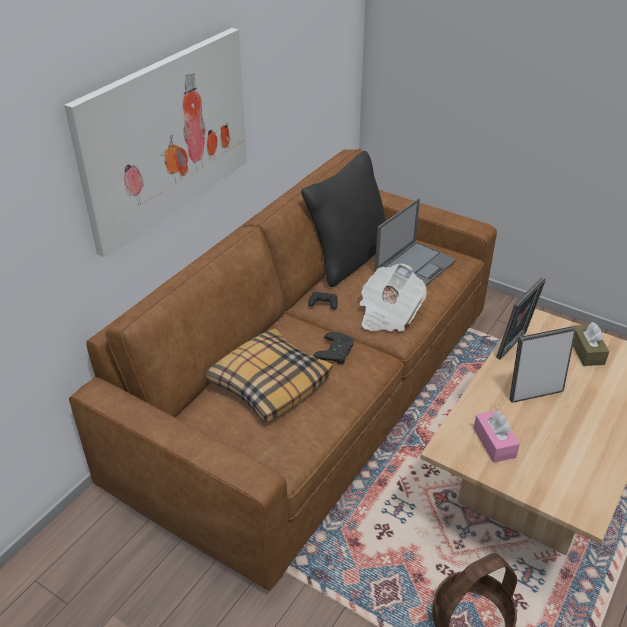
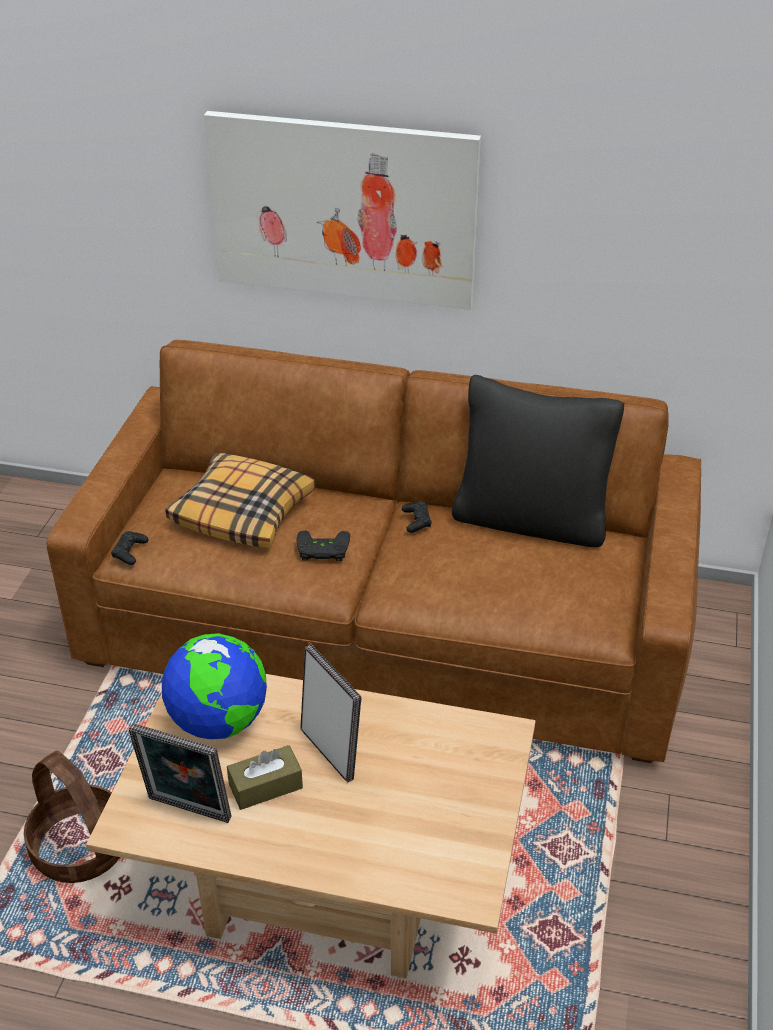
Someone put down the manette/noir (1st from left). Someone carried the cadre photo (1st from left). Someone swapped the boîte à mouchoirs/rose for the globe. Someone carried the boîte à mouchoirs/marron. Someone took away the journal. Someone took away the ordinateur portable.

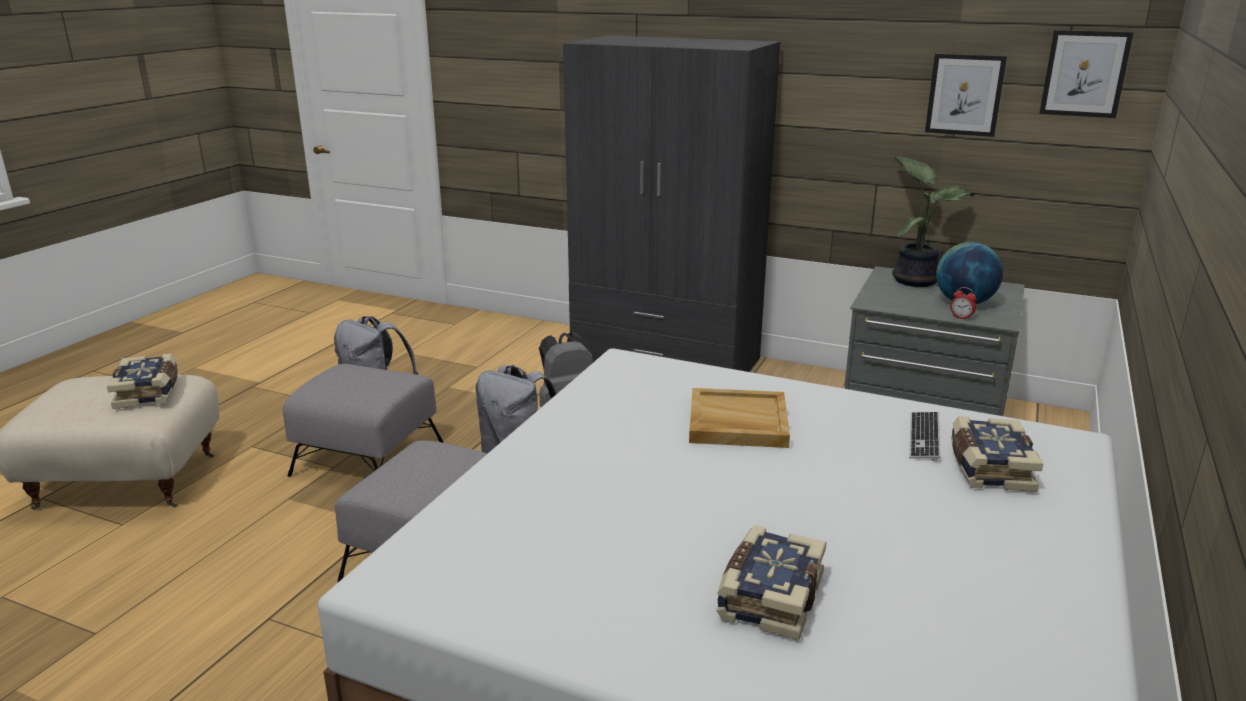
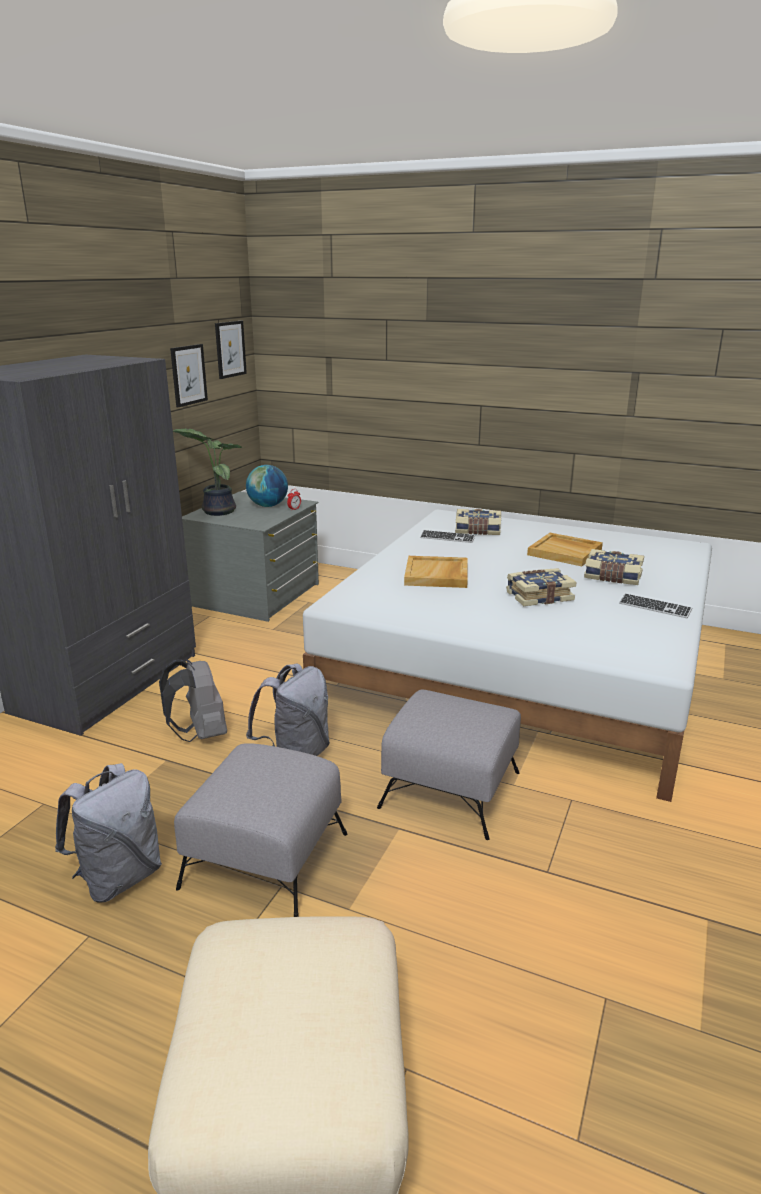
Someone carried the livre (1st from left in the first image). Someone put down the plateau/beige (2nd from left). Someone put down the clavier (2nd from left).

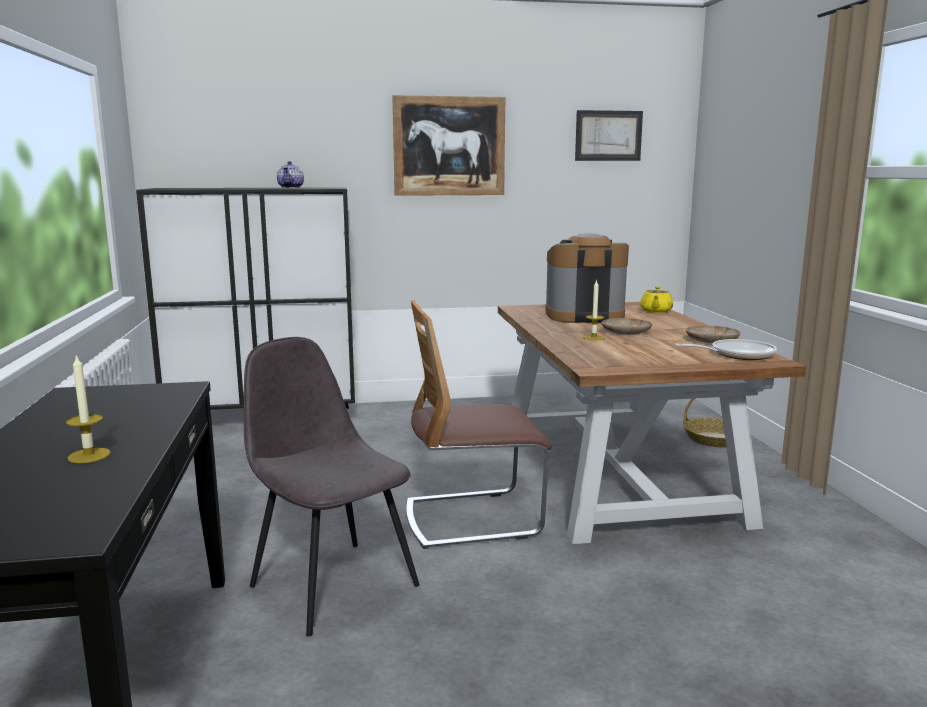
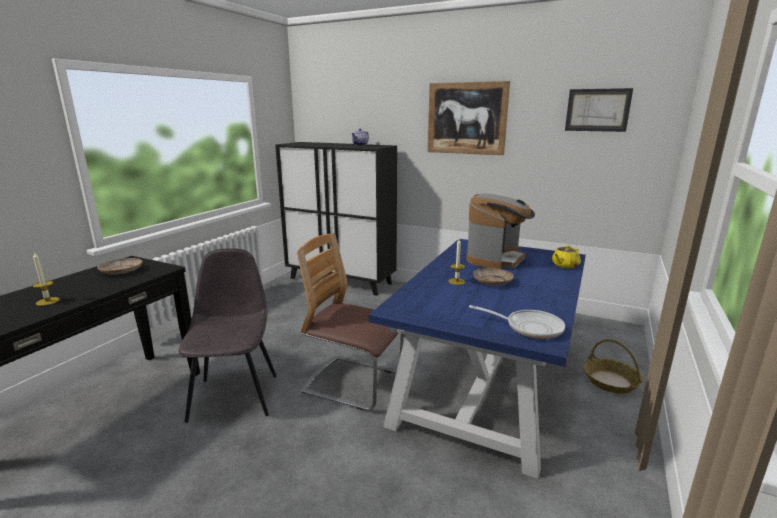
Someone carried the assiette/beige (2nd from left in the first image). Someone repainted the table à manger/marron, which became the table à manger/bleu. Someone rotated the machine à café by 90 degrees clockwise.

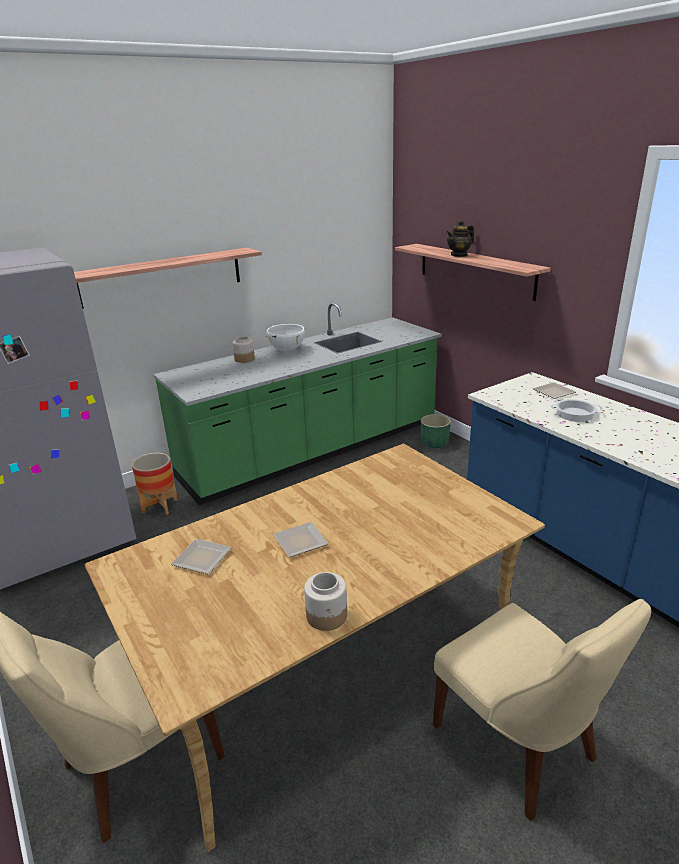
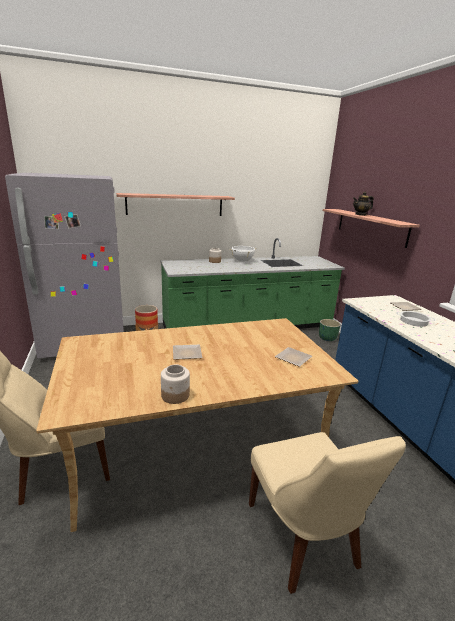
Someone carried the assiette (1st from left in the first image).

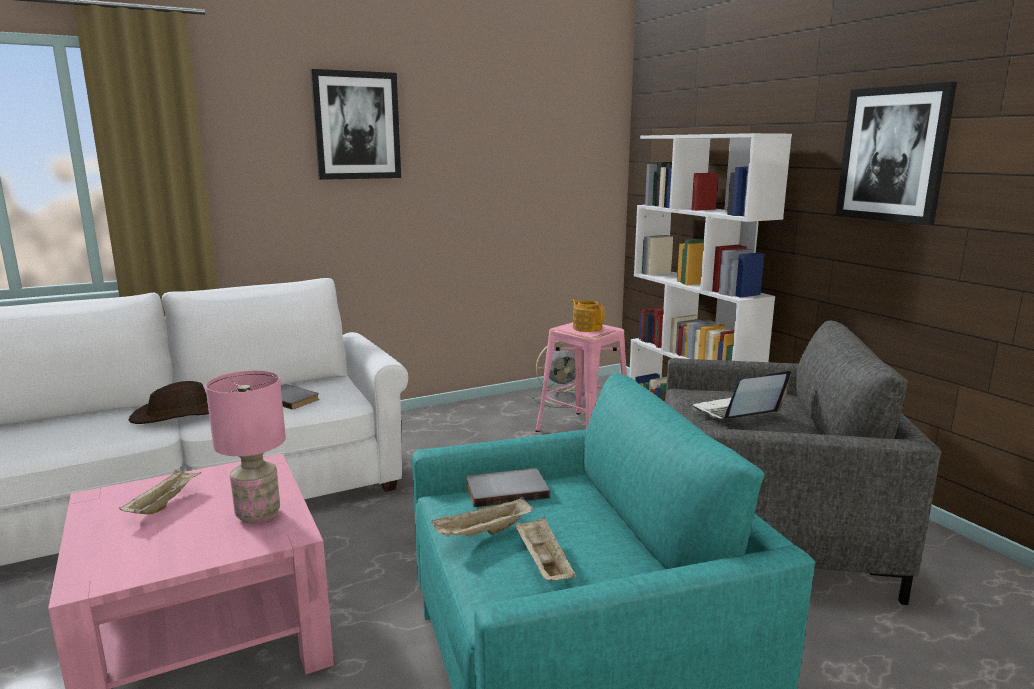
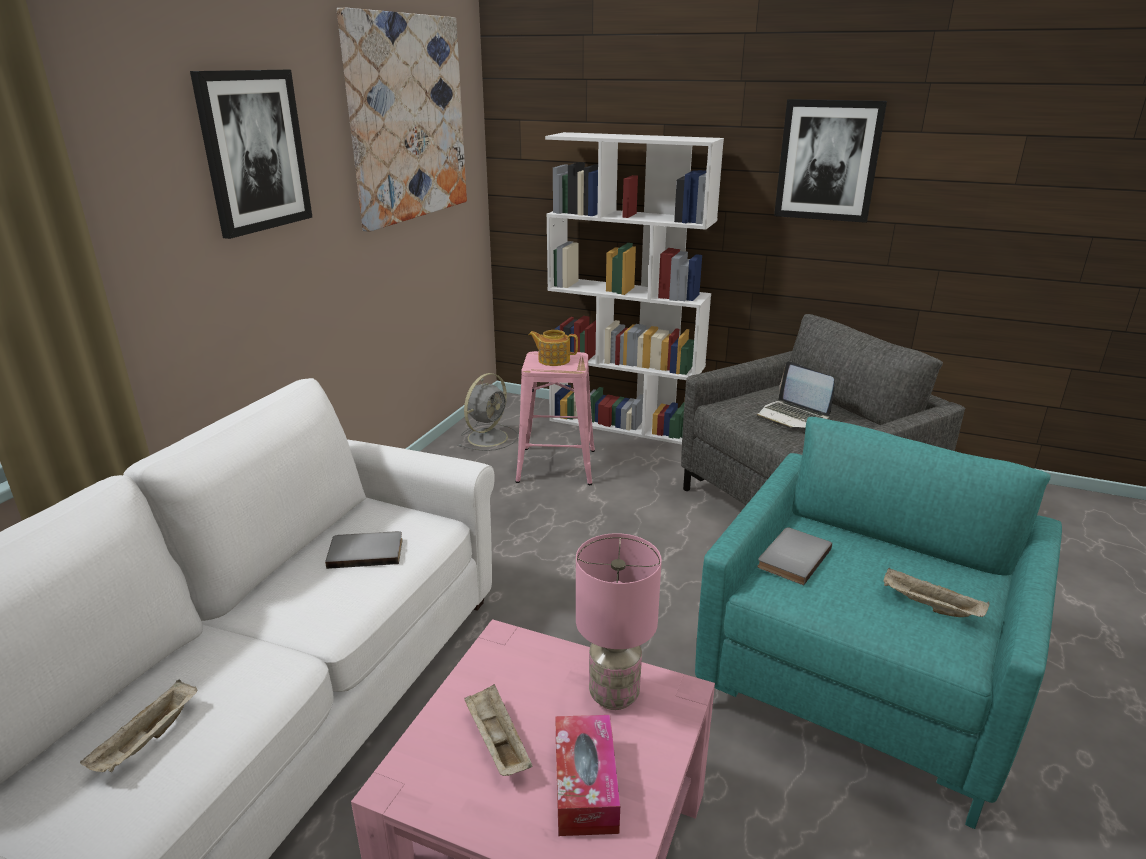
Someone carried the plateau/beige (2nd from left in the first image). Someone put up the tableau (2nd from left). Someone put down the boîte à mouchoirs. Someone rotated the ordinateur portable by 60 degrees counterclockwise. Someone took away the chapeau/marron.

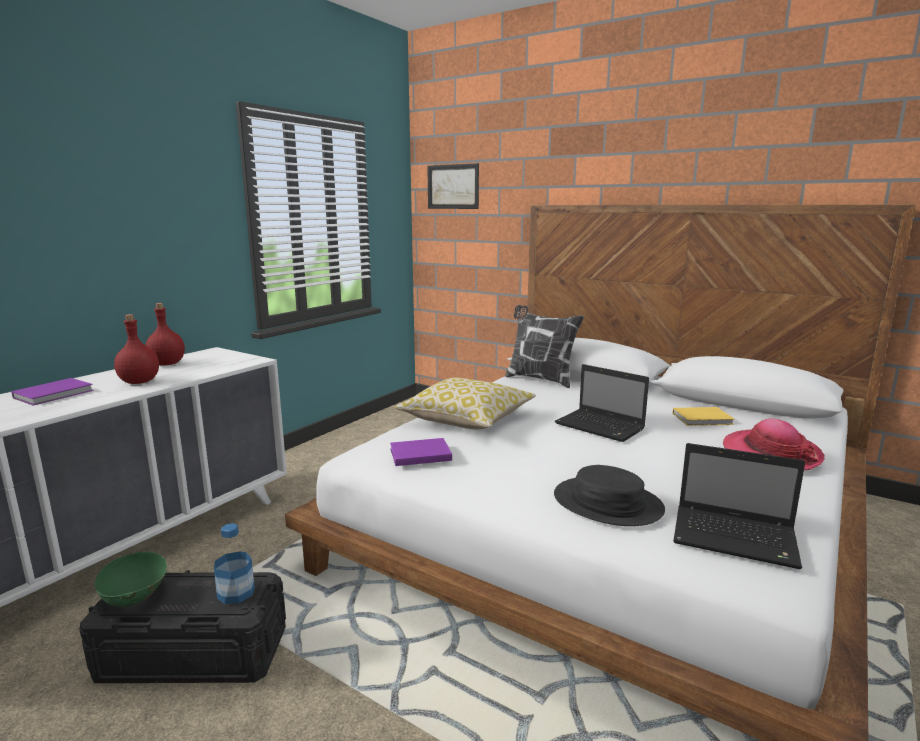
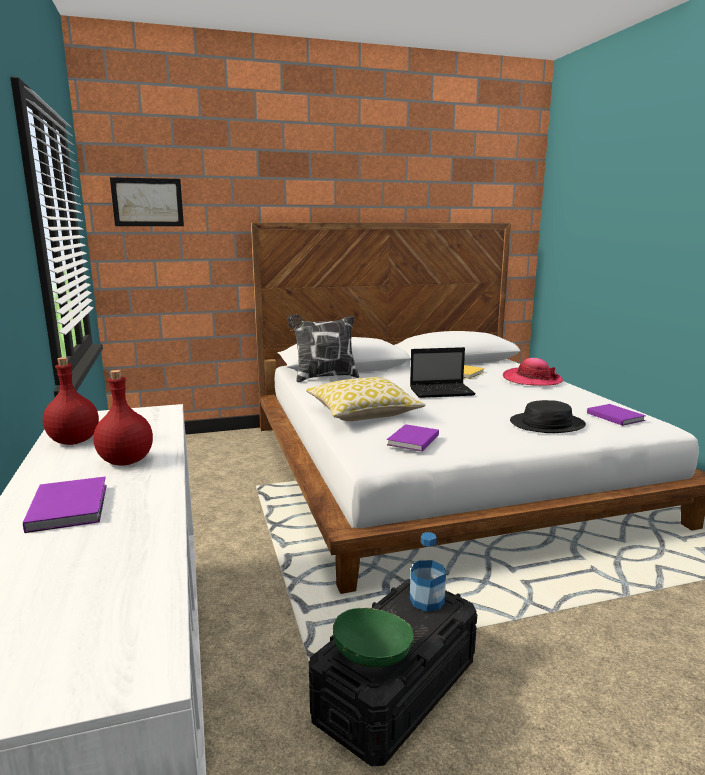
Someone swapped the ordinateur portable (2nd from left) for the livre/violet (3rd from left).

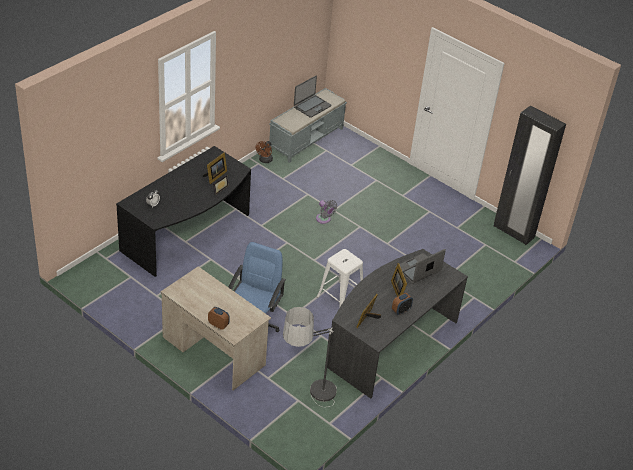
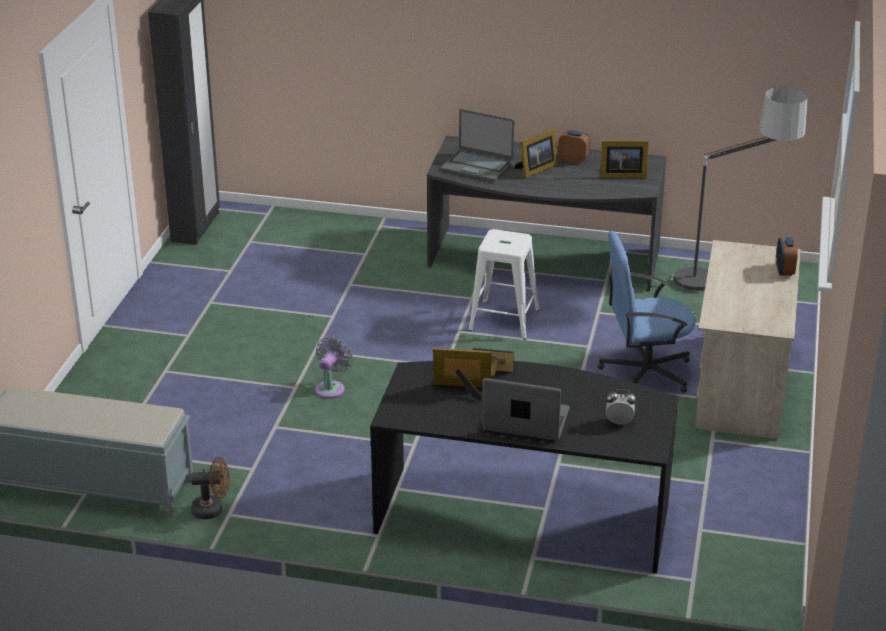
Someone carried the ordinateur portable (1st from left in the first image).

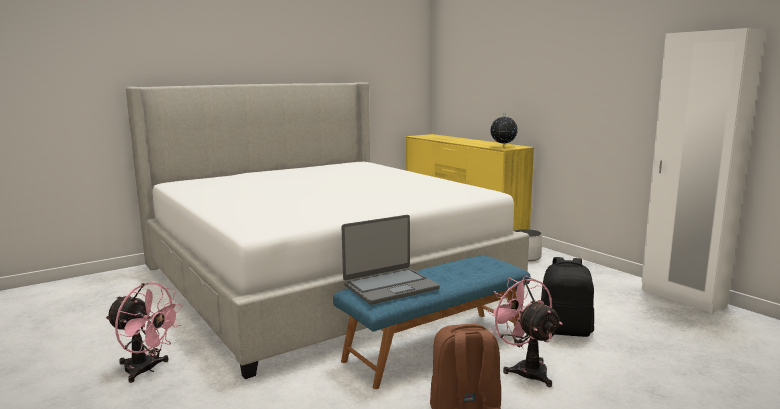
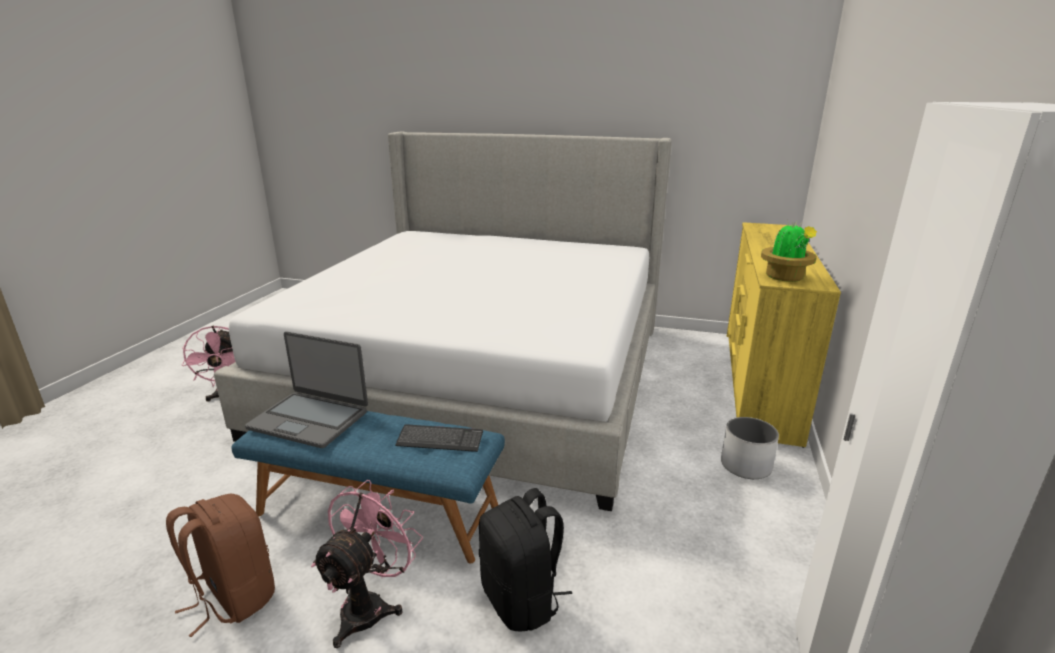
Someone put down the clavier. Someone swapped the globe for the plante en pot.

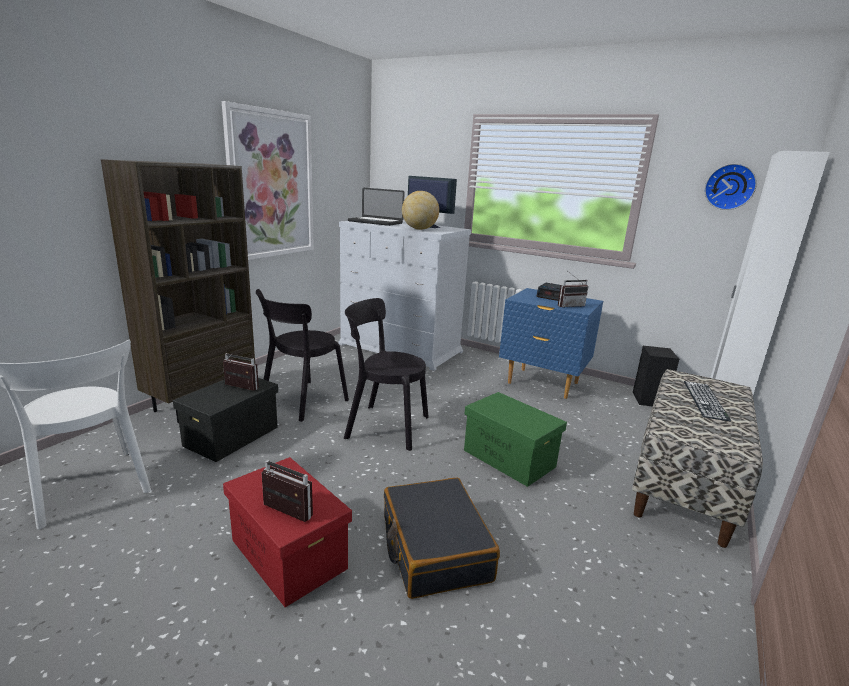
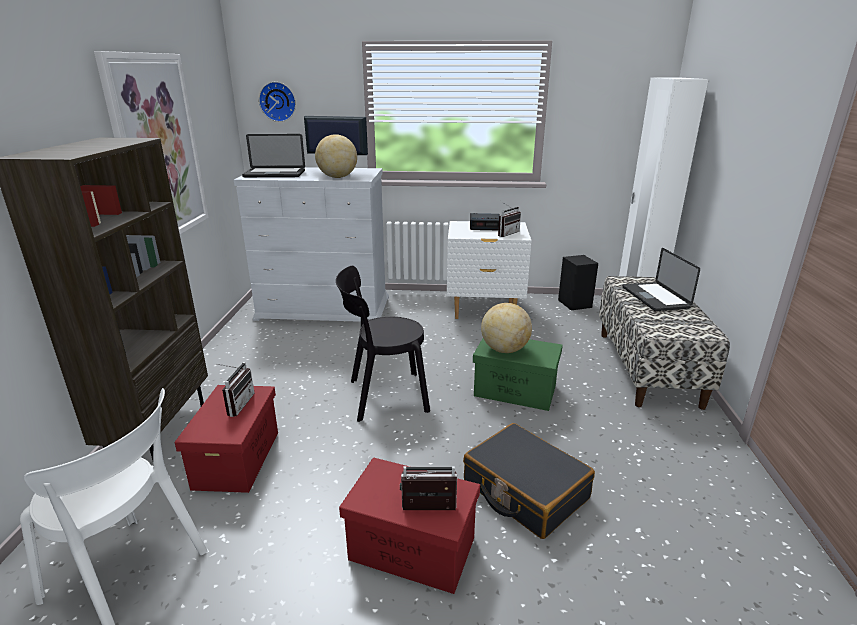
Someone repainted the boîte de rangement/noir, which became the boîte de rangement/rouge (1st from left). Someone rotated the radio (1st from left) by 105 degrees clockwise. Someone carried the horloge murale. Someone repainted the table de chevet/bleu, which became the table de chevet/blanc. Someone put down the globe (2nd from left). Someone swapped the clavier for the ordinateur portable (2nd from left). Someone took away the chaise/noir (1st from left).

